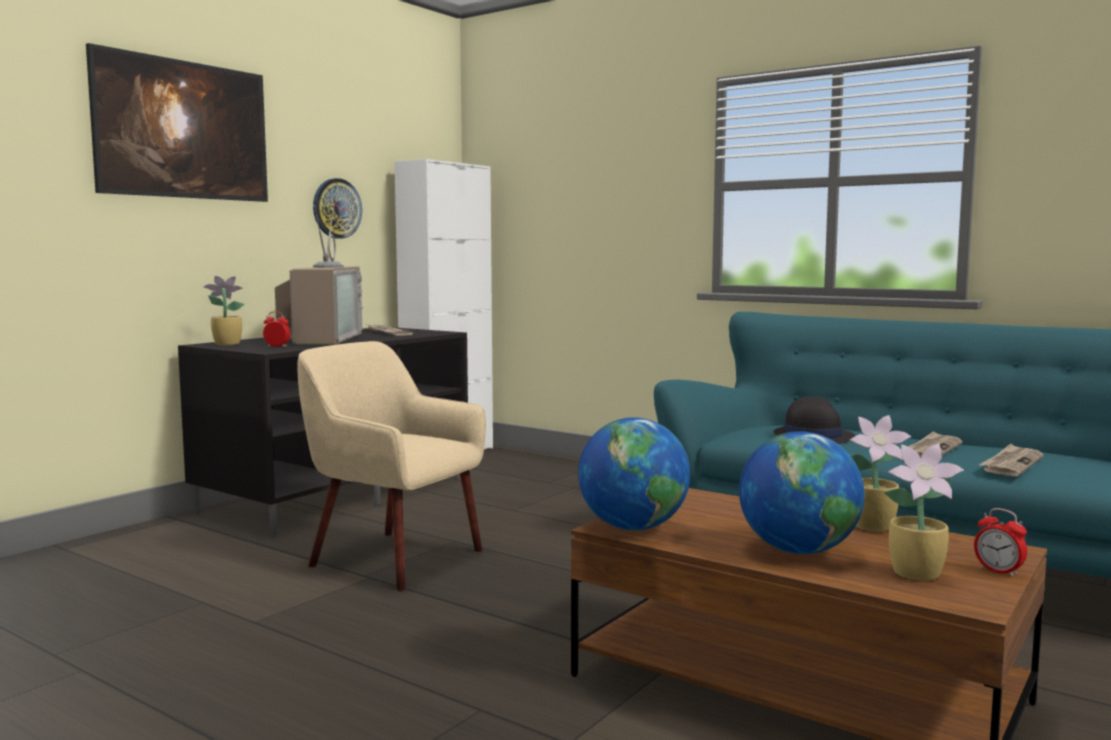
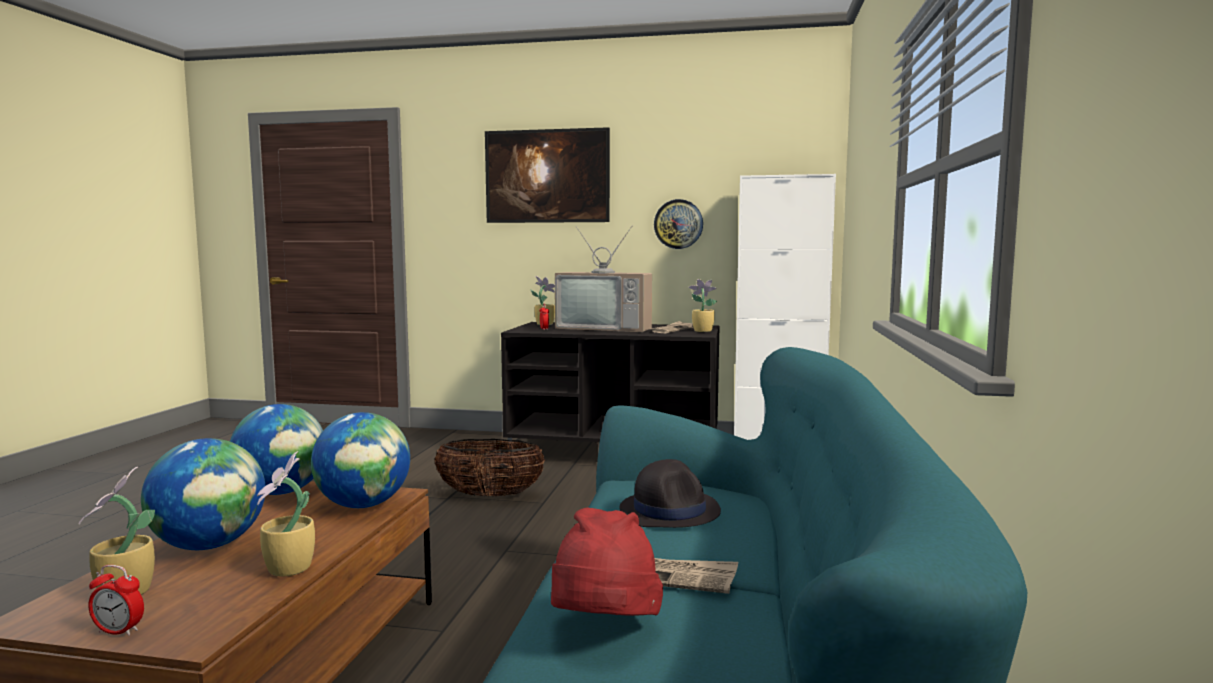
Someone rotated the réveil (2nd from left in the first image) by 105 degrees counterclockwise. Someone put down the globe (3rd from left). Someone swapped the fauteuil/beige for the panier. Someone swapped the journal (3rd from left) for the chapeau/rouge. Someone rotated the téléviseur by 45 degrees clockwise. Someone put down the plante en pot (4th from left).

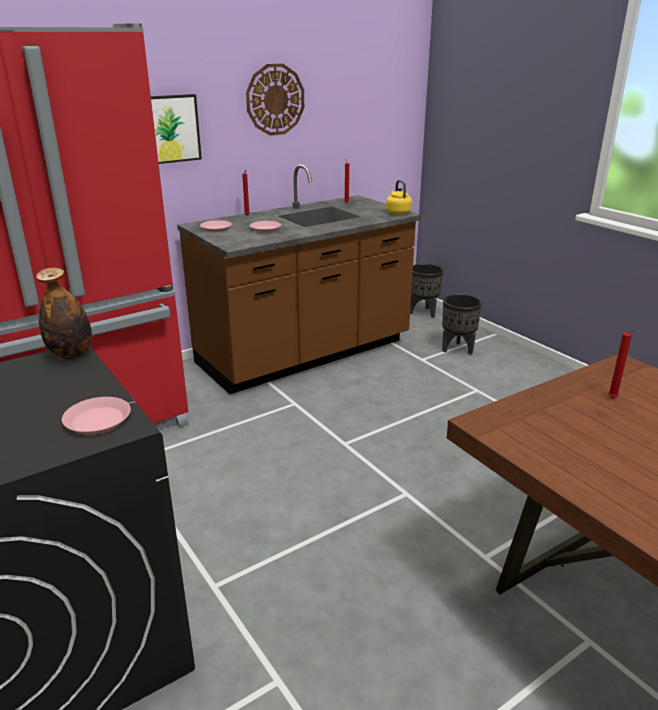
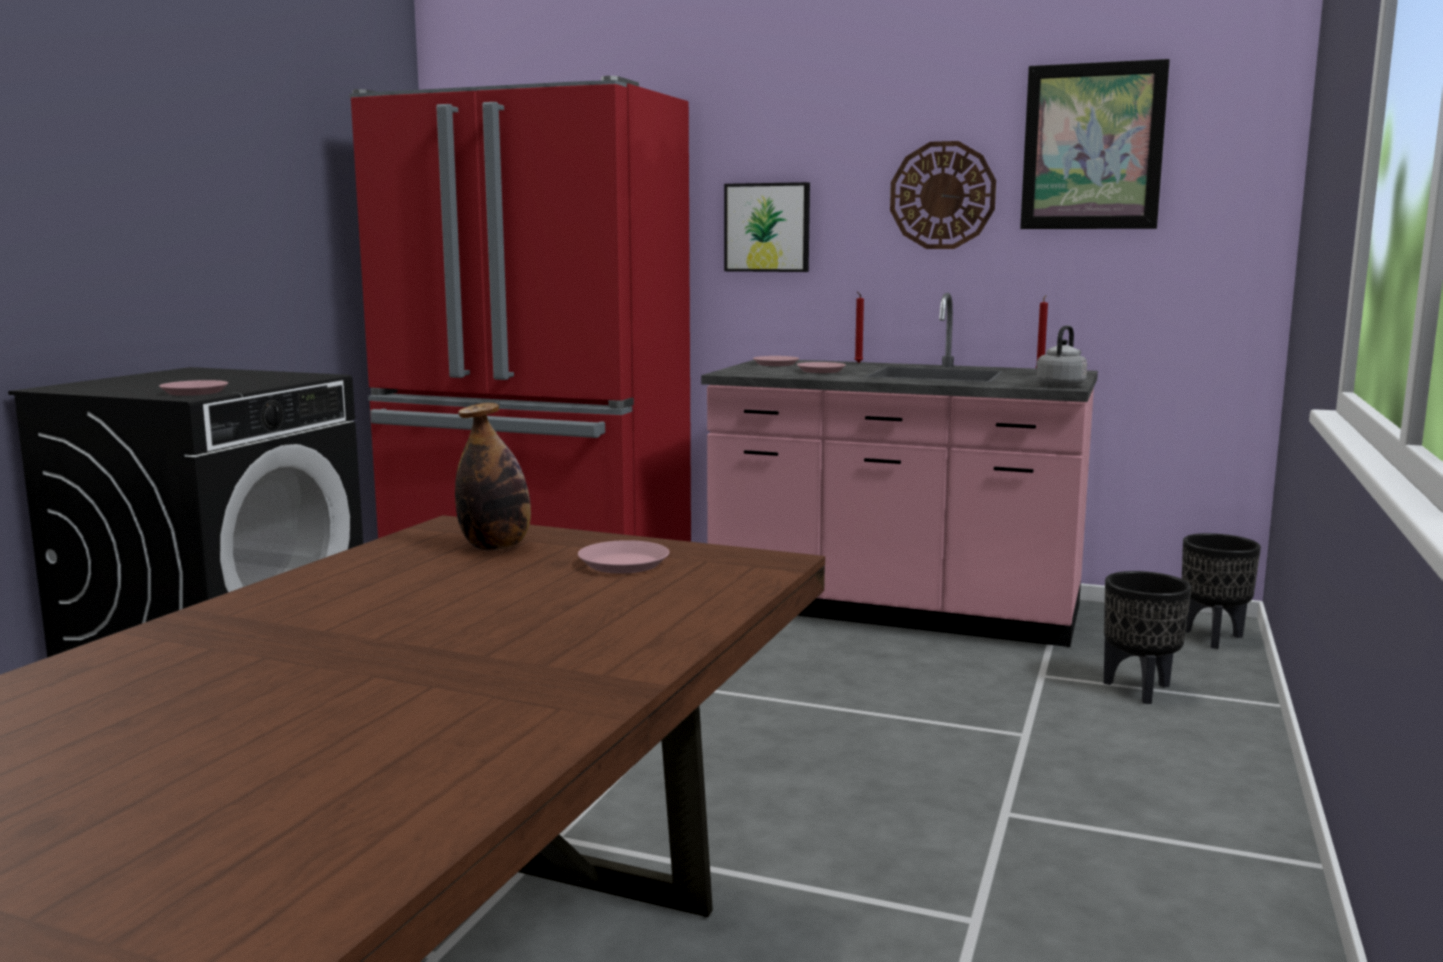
Someone carried the bouteille. Someone swapped the bougie/rouge (3rd from left) for the assiette/rose (2nd from left). Someone repainted the comptoir de cuisine/marron, which became the comptoir de cuisine/rose. Someone put up the tableau (2nd from left). Someone repainted the bouilloire/jaune, which became the bouilloire/gris.

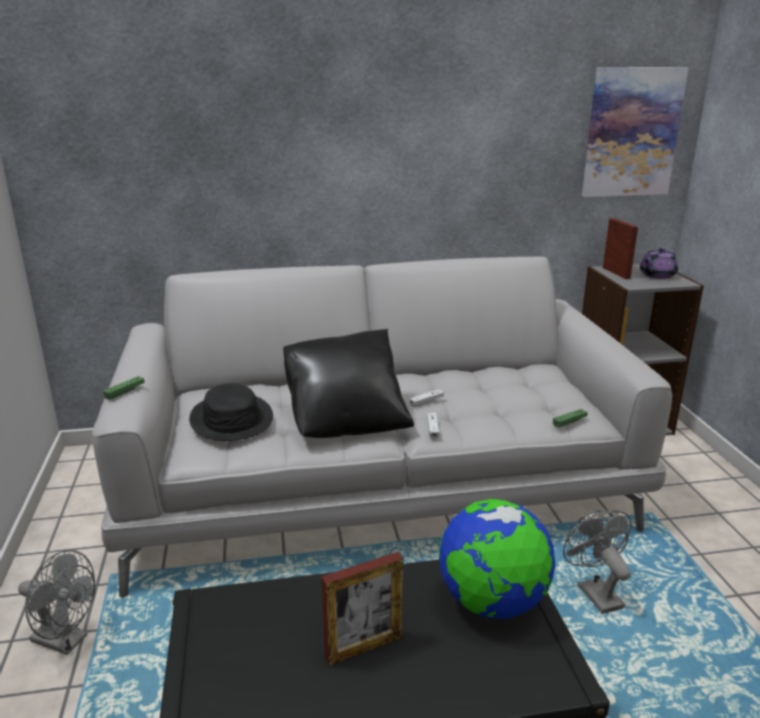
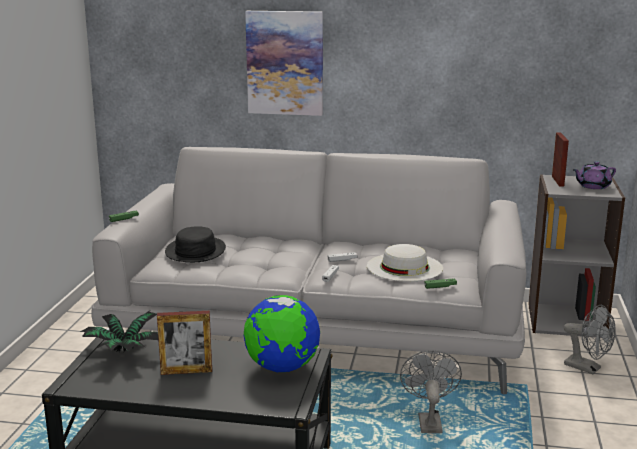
Someone put down the plante en pot. Someone carried the tableau. Someone put down the chapeau/blanc. Someone carried the ventilateur/gris (1st from left in the first image). Someone took away the coussin/noir.

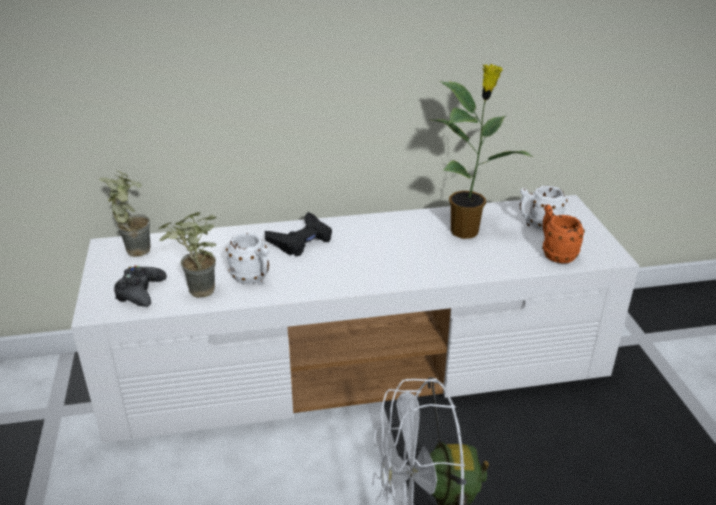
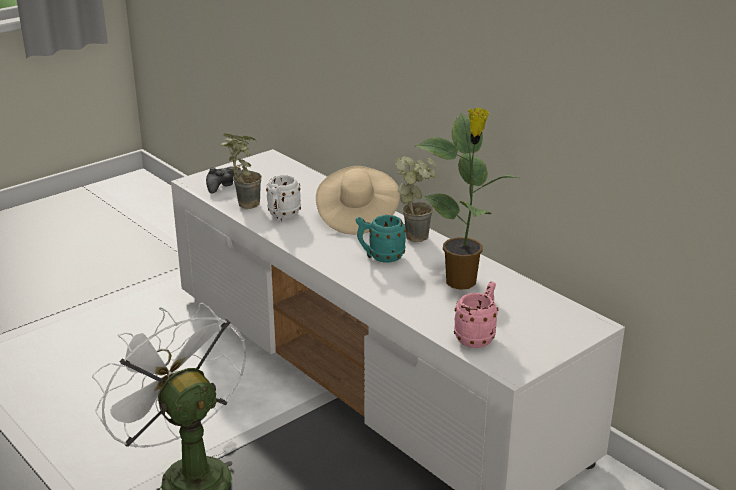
Someone swapped the manette/noir (2nd from left) for the chapeau/beige. Someone put down the mug/turquoise. Someone carried the plante en pot (1st from left in the first image). Someone repainted the mug/orange, which became the mug/rose. Someone took away the mug/blanc (2nd from left).

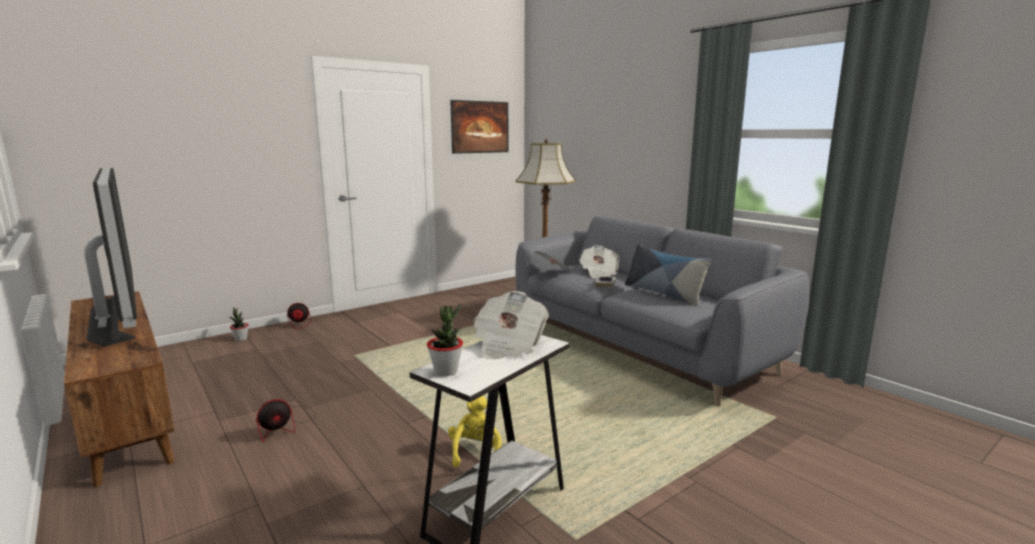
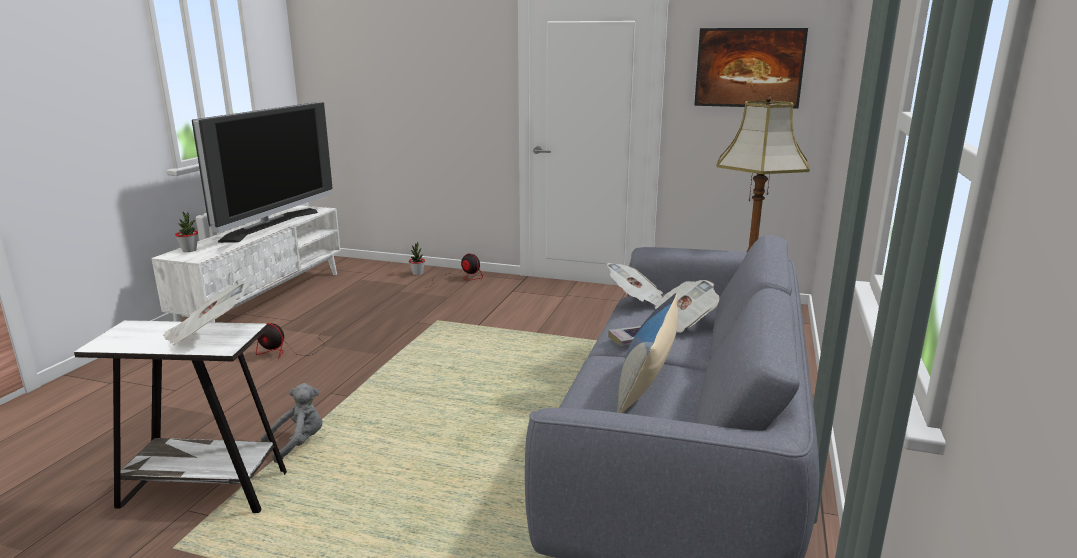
Someone repainted the meuble télé/marron, which became the meuble télé/blanc. Someone carried the plante en pot (2nd from left in the first image). Someone repainted the peluche/jaune, which became the peluche/gris.

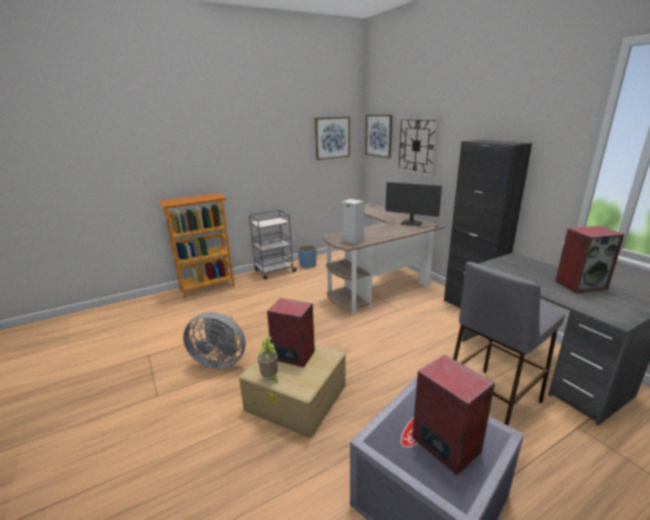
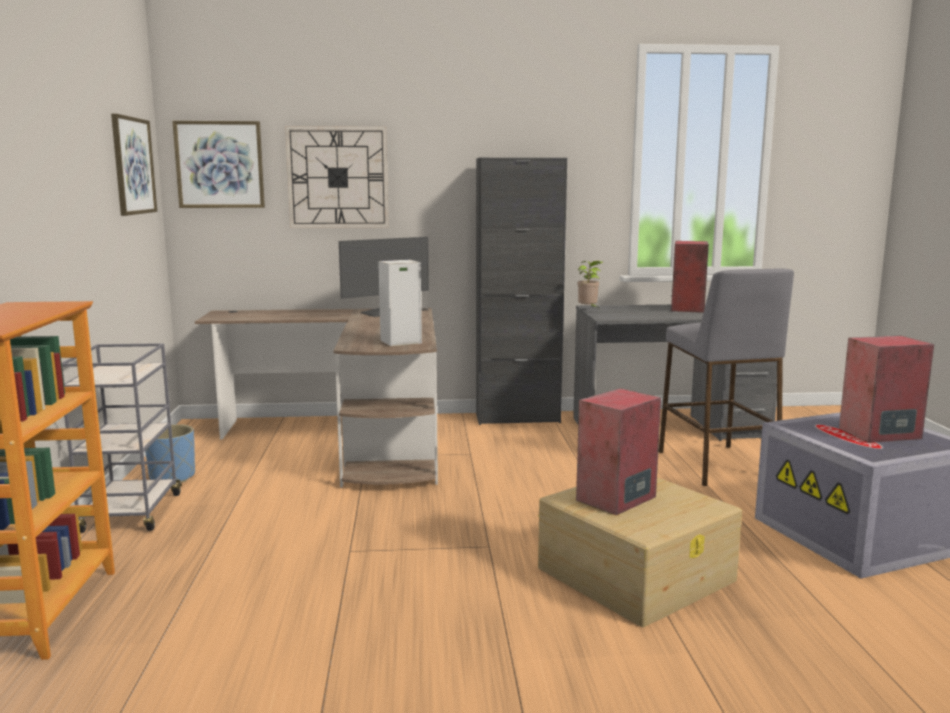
Someone carried the plante en pot. Someone took away the ventilateur/gris.

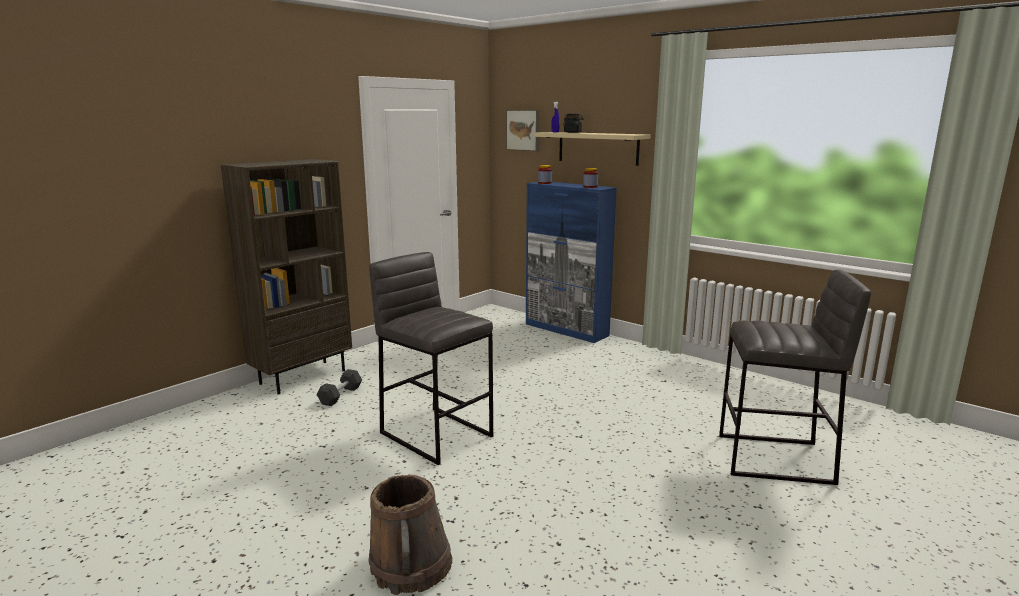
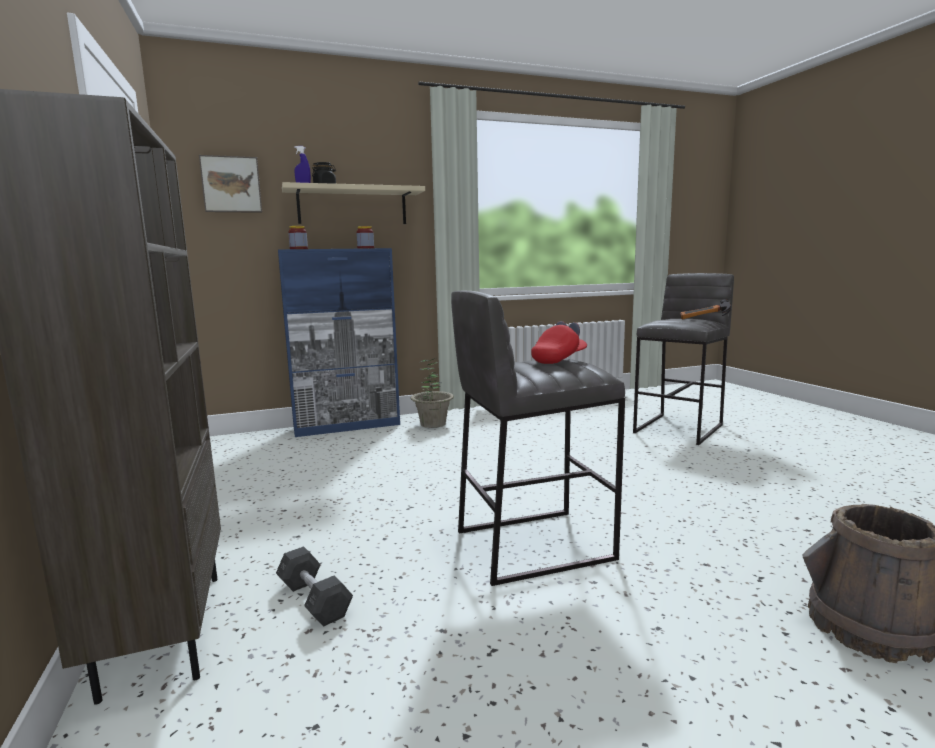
Someone put down the plante en pot. Someone put down the casquette/rouge. Someone put down the marteau.

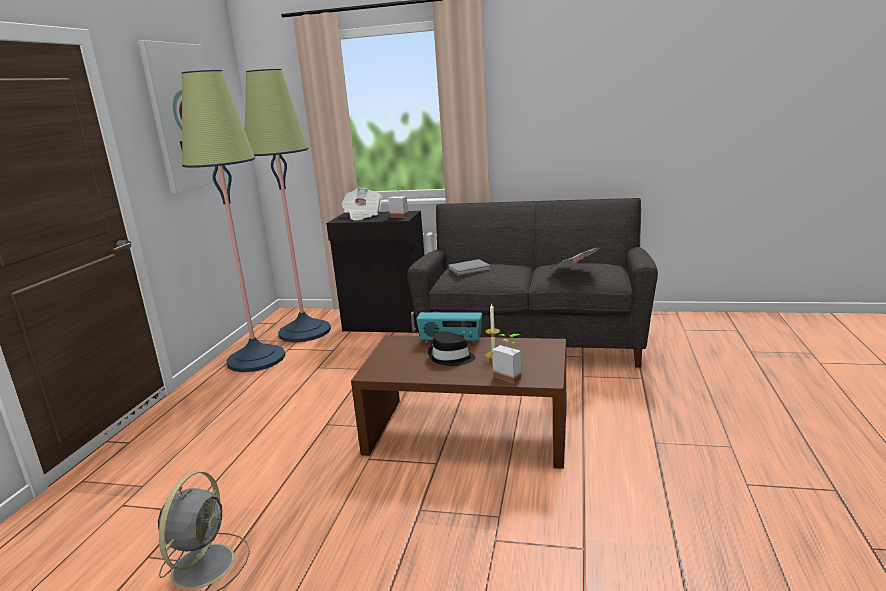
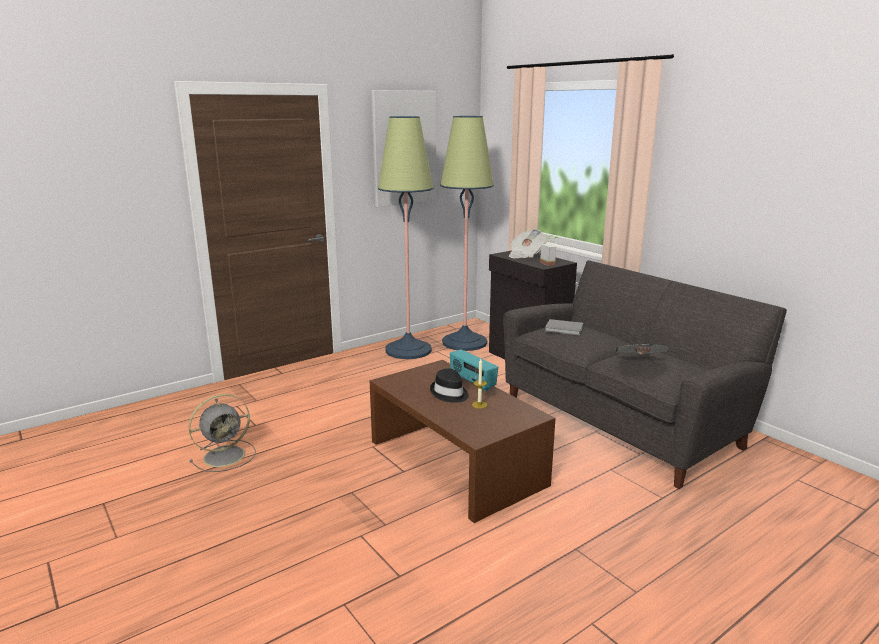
Someone took away the plante en pot (2nd from left).

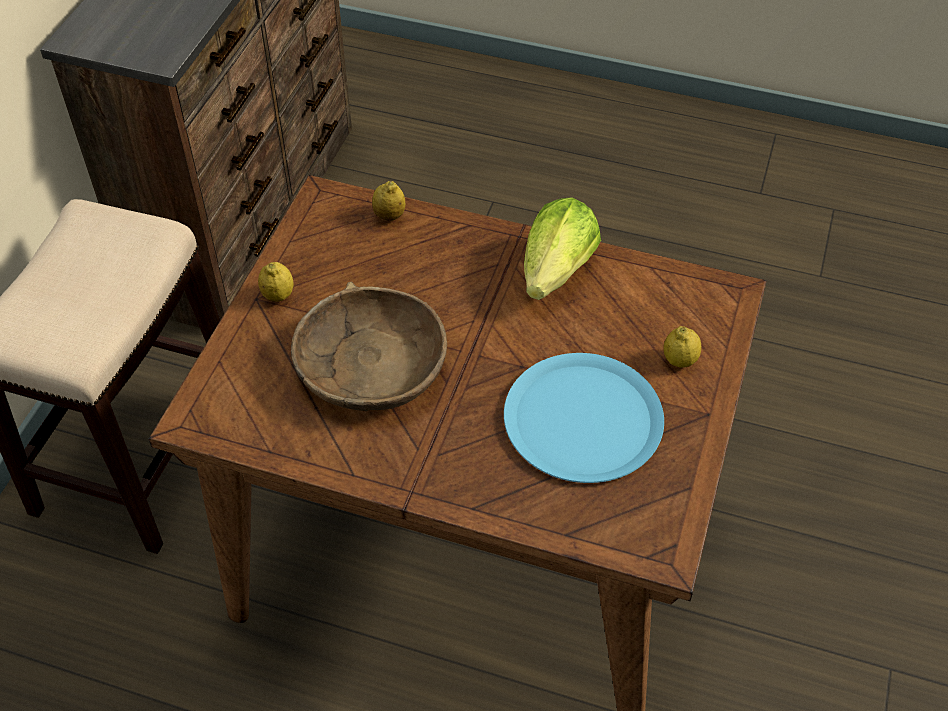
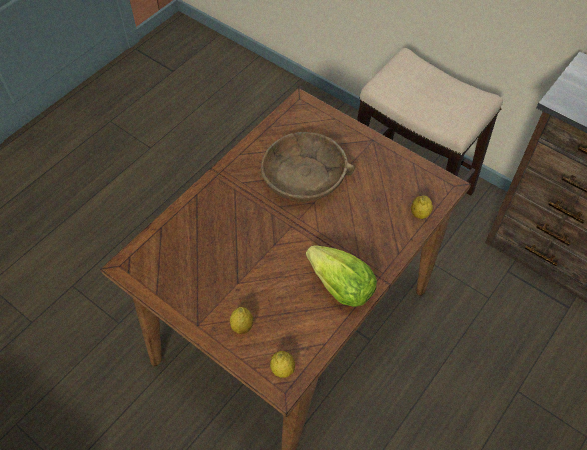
Someone carried the citron (1st from left in the first image). Someone took away the assiette/bleu.

